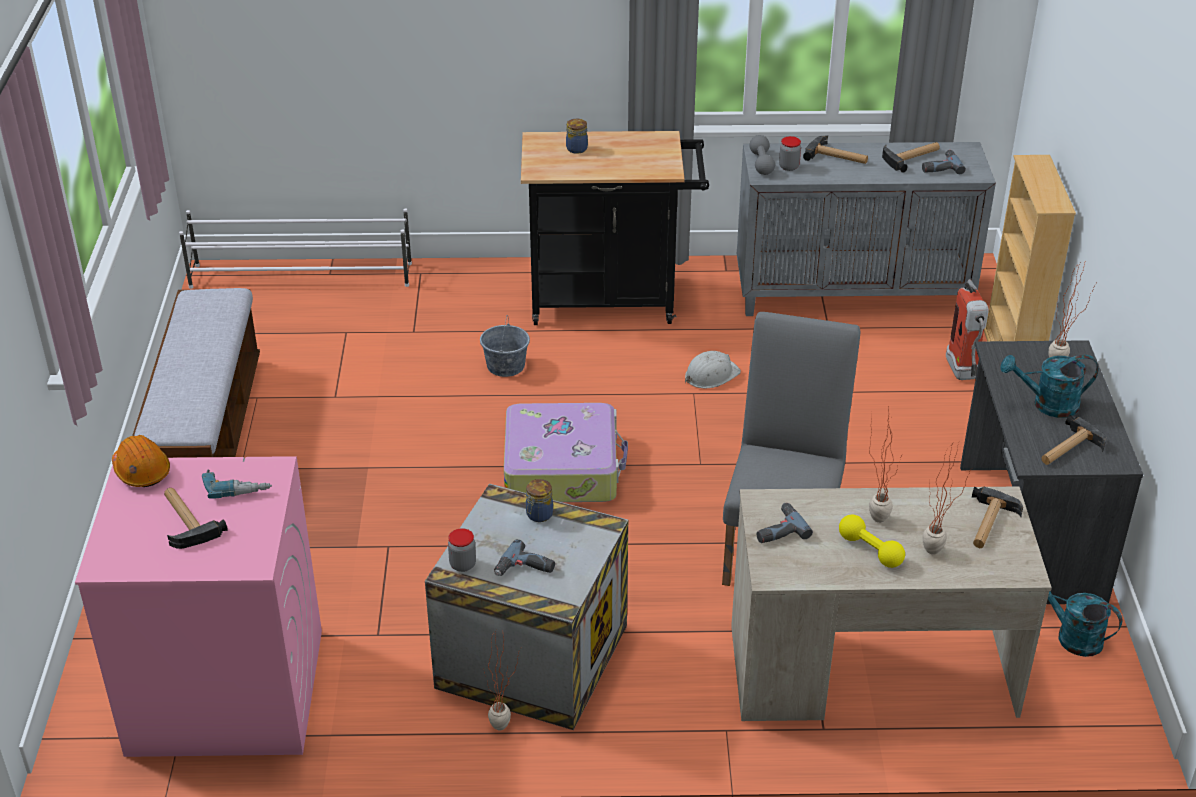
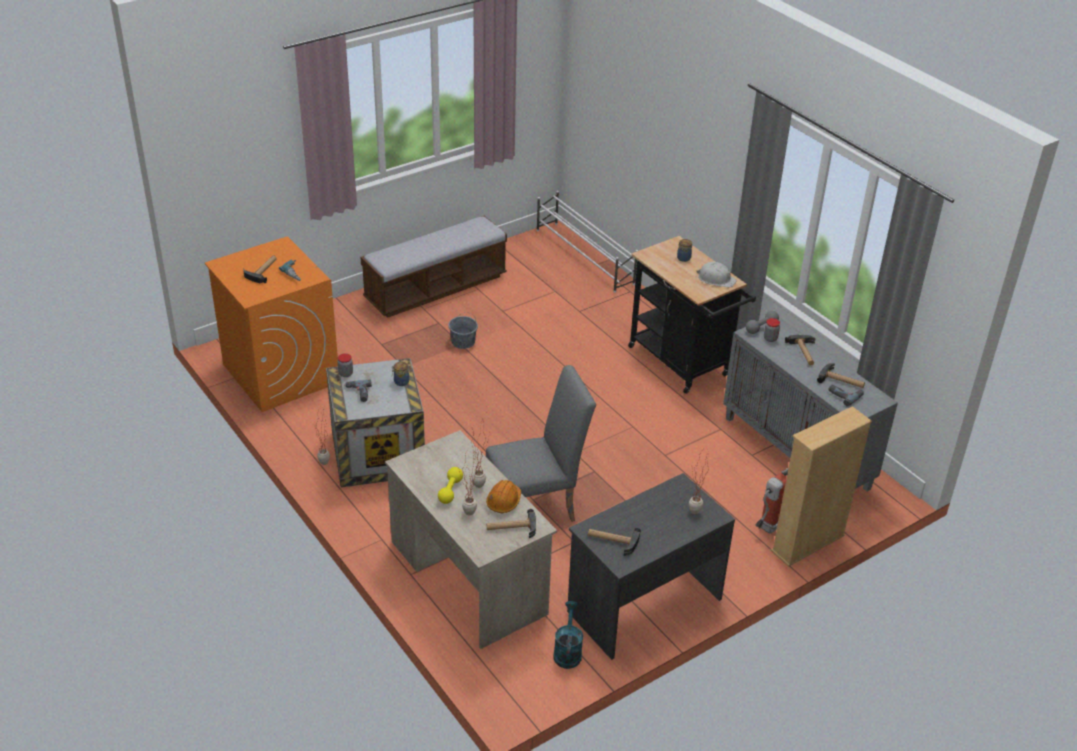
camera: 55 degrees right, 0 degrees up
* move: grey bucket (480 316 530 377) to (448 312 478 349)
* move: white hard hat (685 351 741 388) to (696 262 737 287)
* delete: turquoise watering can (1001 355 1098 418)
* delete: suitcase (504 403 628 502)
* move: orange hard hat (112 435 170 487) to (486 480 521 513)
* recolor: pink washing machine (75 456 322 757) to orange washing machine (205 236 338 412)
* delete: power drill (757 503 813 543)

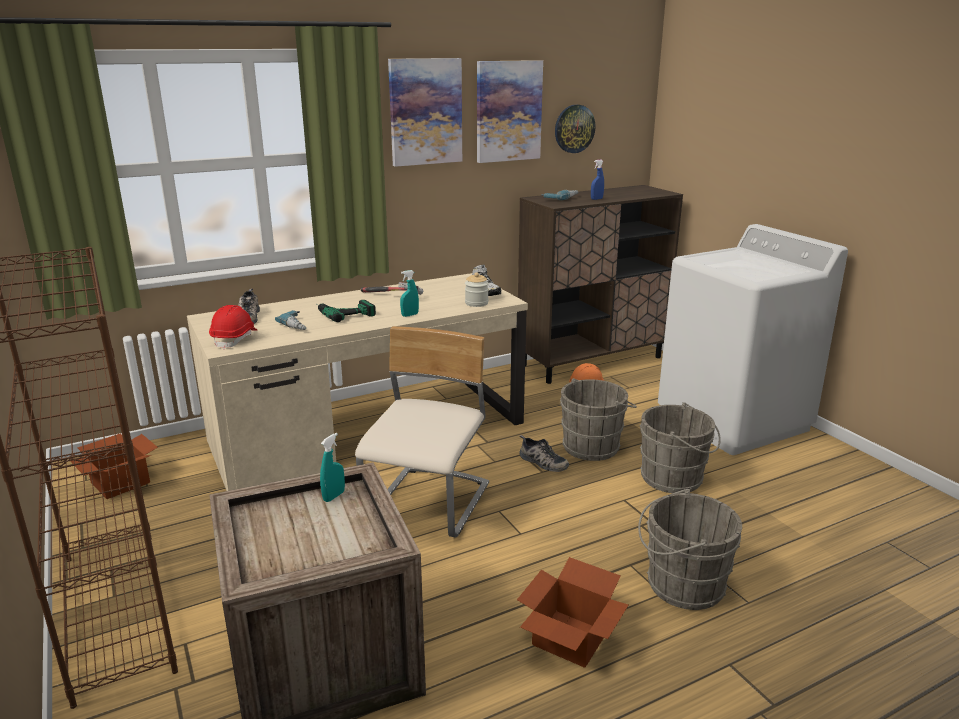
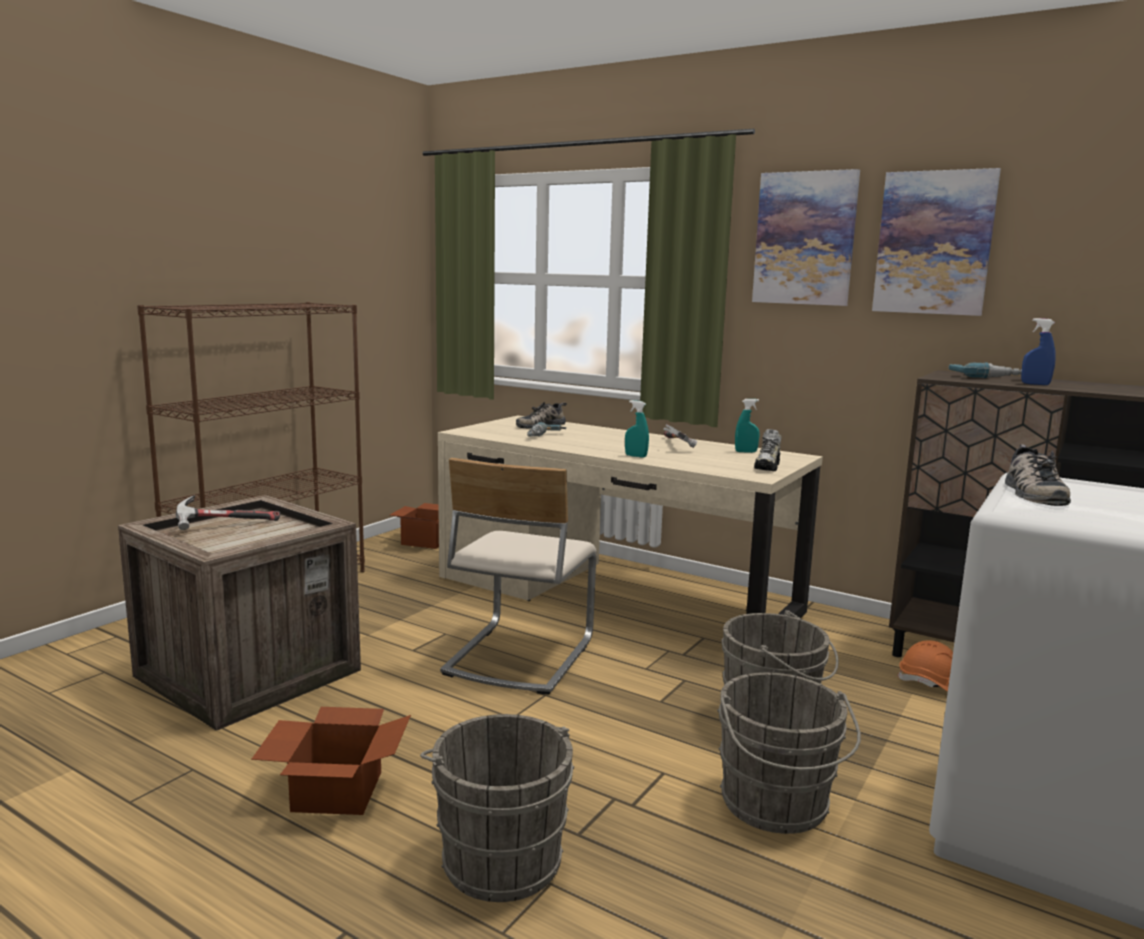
camera: 60 degrees right, 10 degrees down
* delete: wall clock (555 105 595 153)
* delete: jar (465 273 489 307)
* delete: power drill (317 300 376 322)
* delete: red hard hat (209 305 257 350)
* rotate: beige chair (355 326 489 538) = (440 458 597 695) 120 degrees clockwise
* move: turquoise spray bottle (320 433 345 502) to (735 399 760 453)
* move: shoe (519 435 569 472) to (1005 444 1071 506)
* insert: hammer (176 495 280 530)

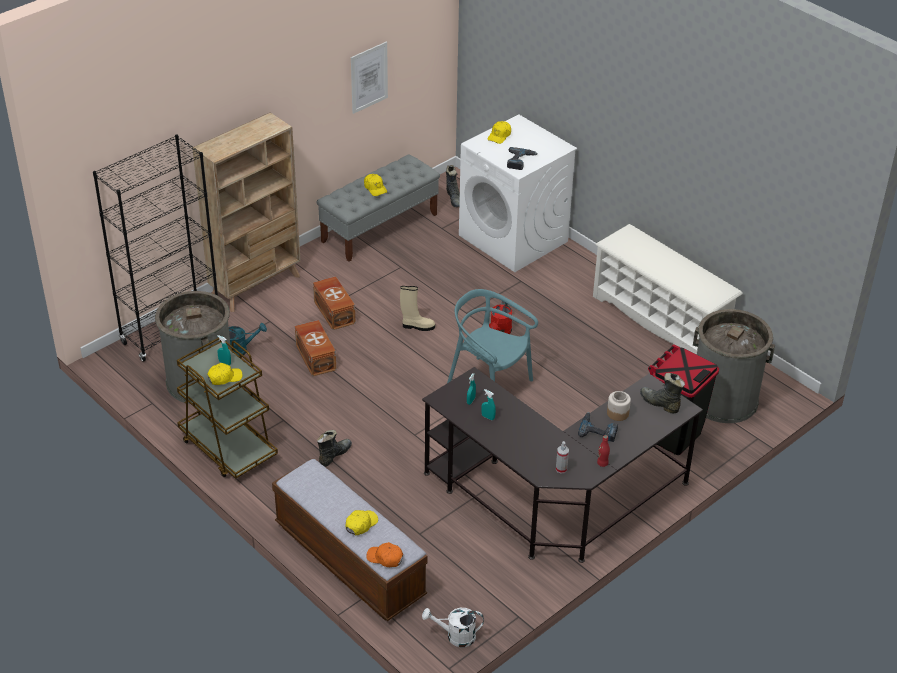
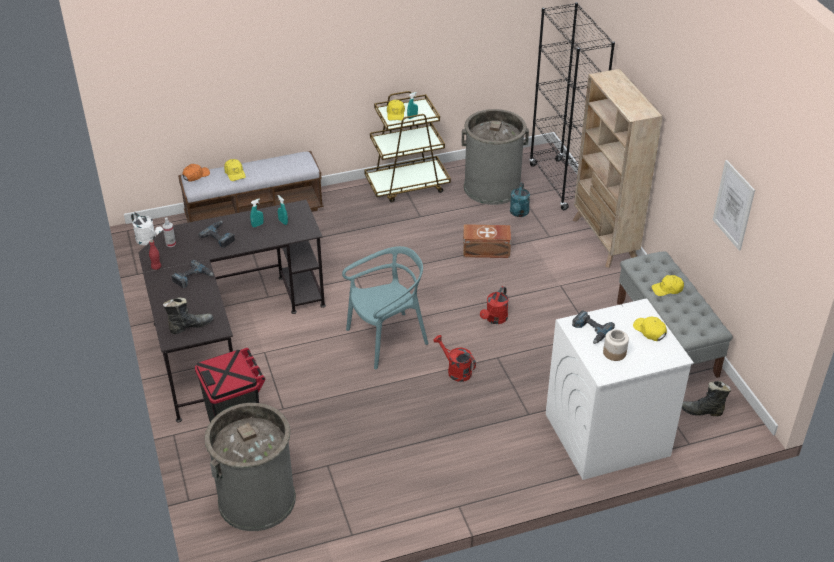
camera: 115 degrees right, 0 degrees up
* delete: white shoe rack (593 224 743 354)
* delete: brown storage box (313 276 356 330)
* replace: beige boot (400 286 435 331) to red watering can (480 286 509 324)
* move: jar (607 391 631 421) to (603 330 629 361)
* delete: black boot (317 430 352 467)
* rotate: white watering can (422 608 484 647) = (131 212 163 245) 105 degrees clockwise
* insert: power drill (199 221 235 248)

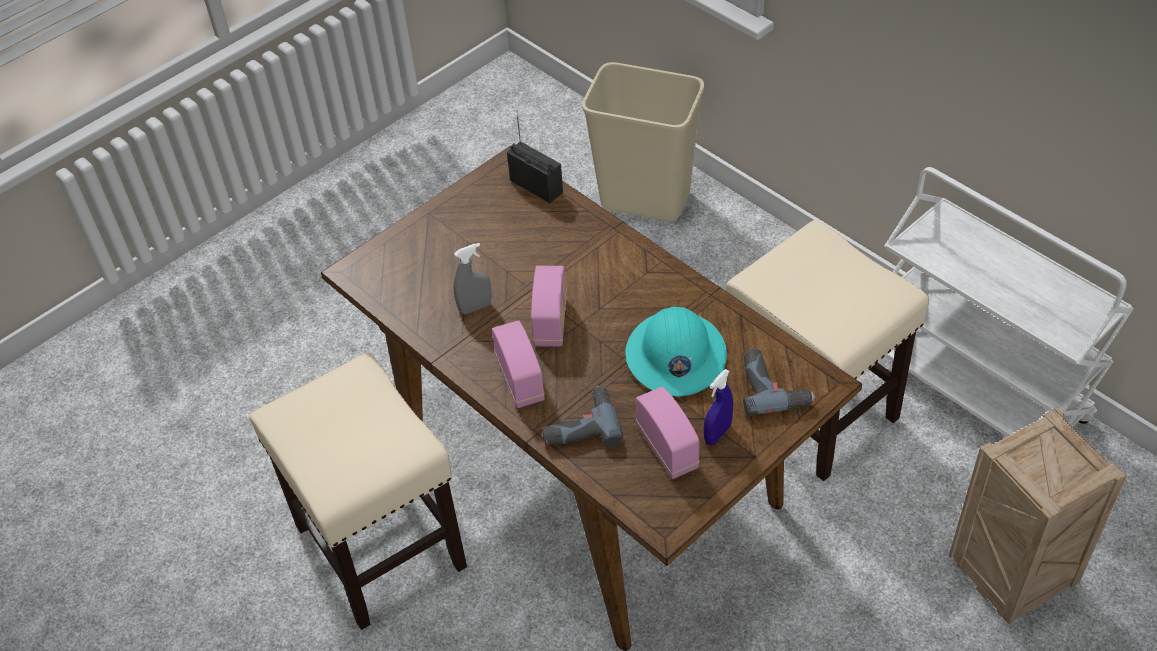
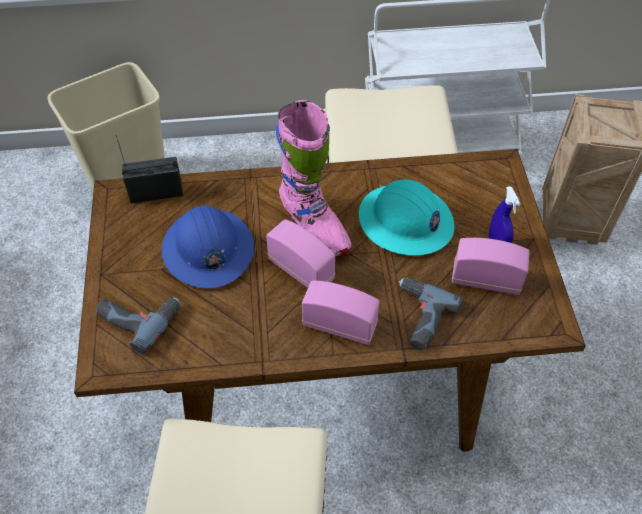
camera: 55 degrees left, 5 degrees up
* delete: grey spray bottle (453 243 492 314)
* move: power drill (743 349 815 416) to (96 298 180 354)
* insert: pink boot (276 100 351 257)
* insert: blue hard hat (161 205 254 288)

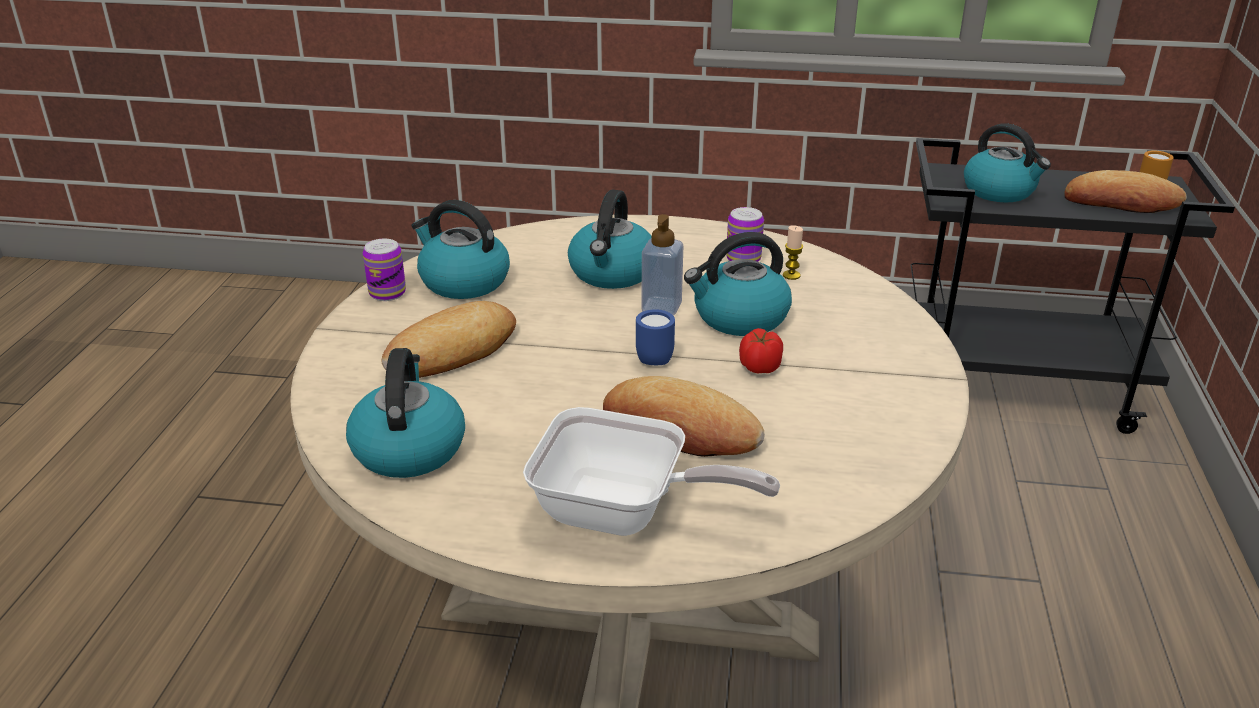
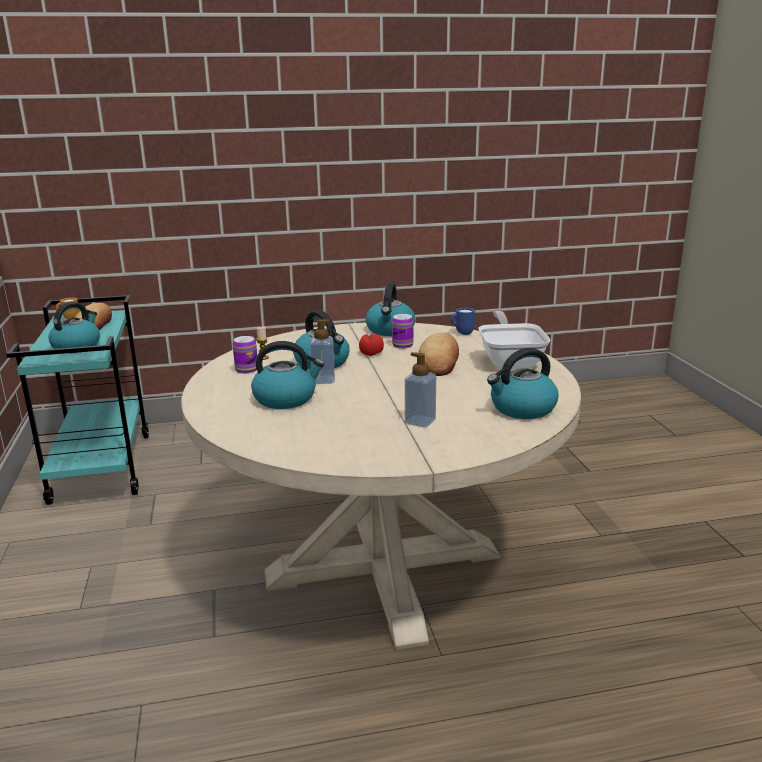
camera: 110 degrees left, 10 degrees down
* recolor: black cart (910 138 1235 434) to turquoise cart (6 295 149 505)
* move: kettle (411 200 510 299) to (365 283 415 336)
* move: can (363 239 406 301) to (392 314 413 349)
* replace: bread (382 301 516 378) to soap dispenser (405 352 436 428)
* move: blue mug (636 309 675 365) to (451 308 475 335)

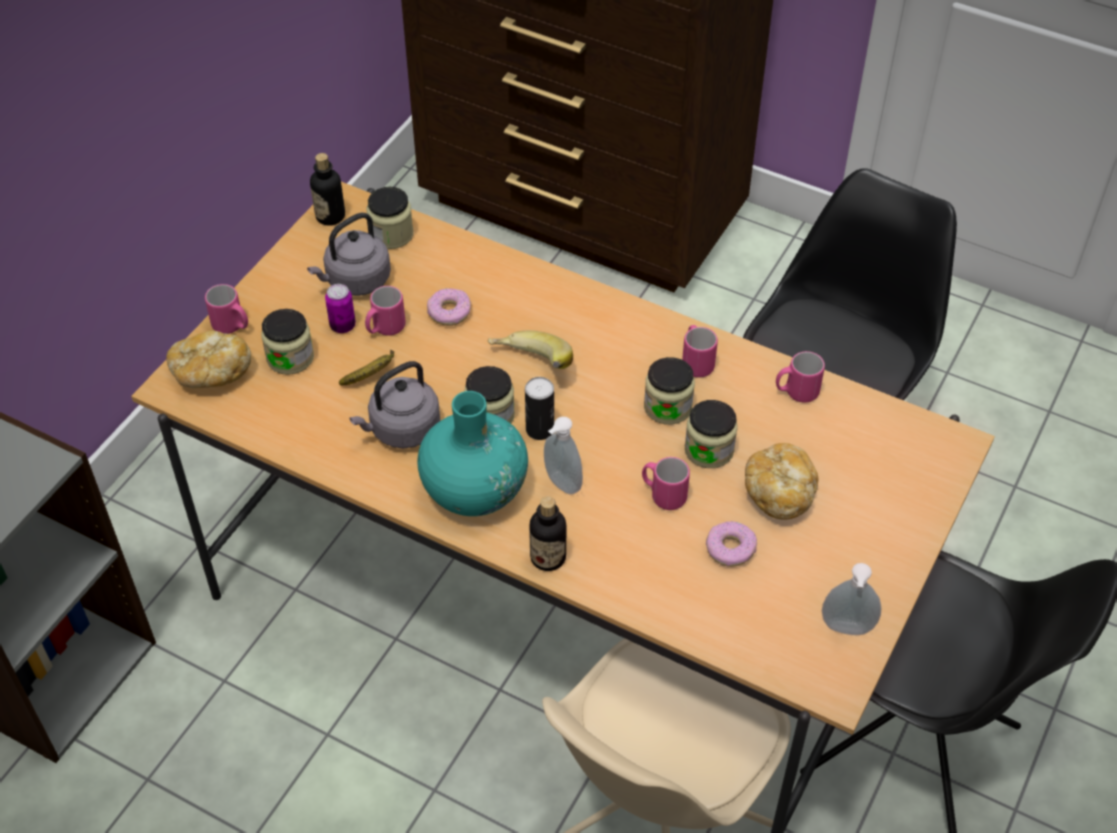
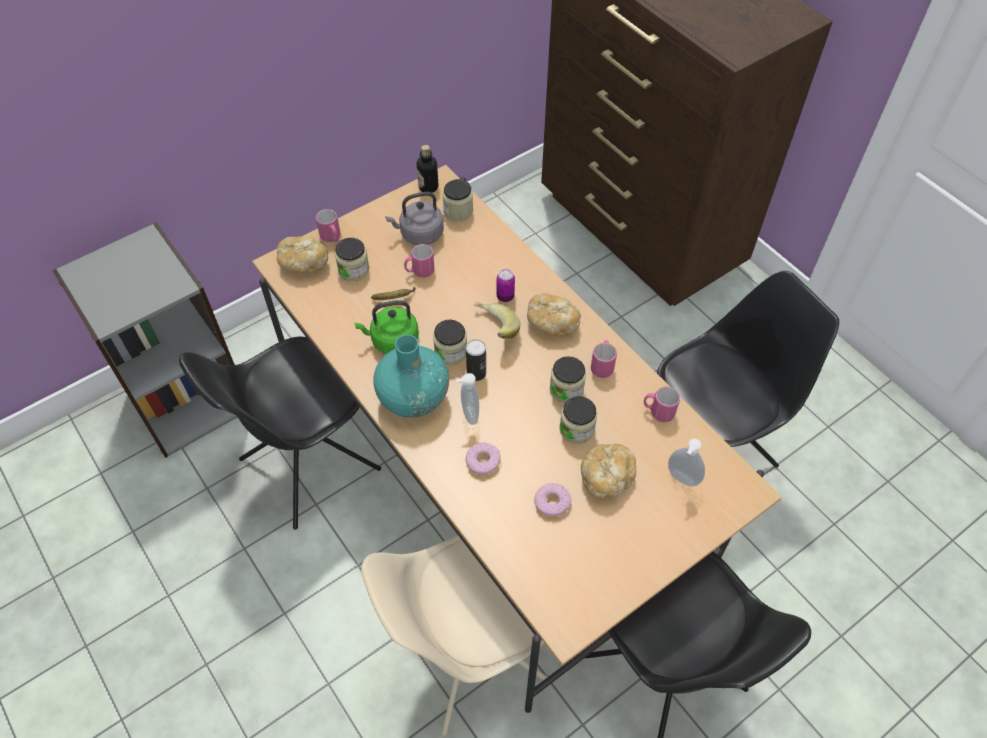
camera: 25 degrees right, 5 degrees up
* move: can (325 284 356 333) to (497 269 515 302)
* move: donut (427 288 471 326) to (466 442 501 475)
* recolor: grey kettle (349 361 440 448) to green kettle (354 300 419 354)
* delete: pink mug (642 457 690 510)
* delete: bottle (529 496 566 571)
* move: soap dispenser (822 563 881 635) to (668 439 705 487)
* insert: bread (527 293 581 336)
* insert: black chair (179 337 381 530)

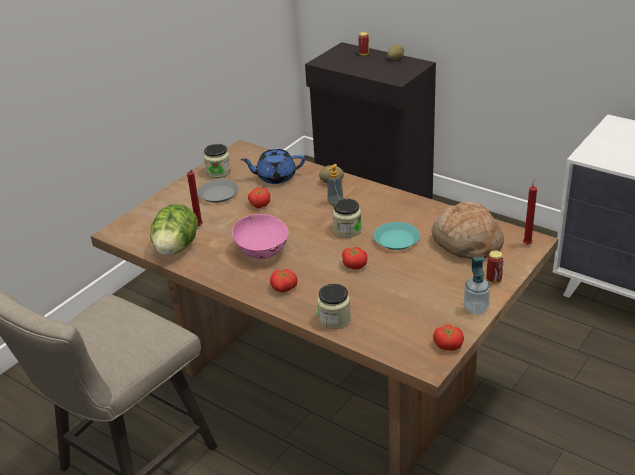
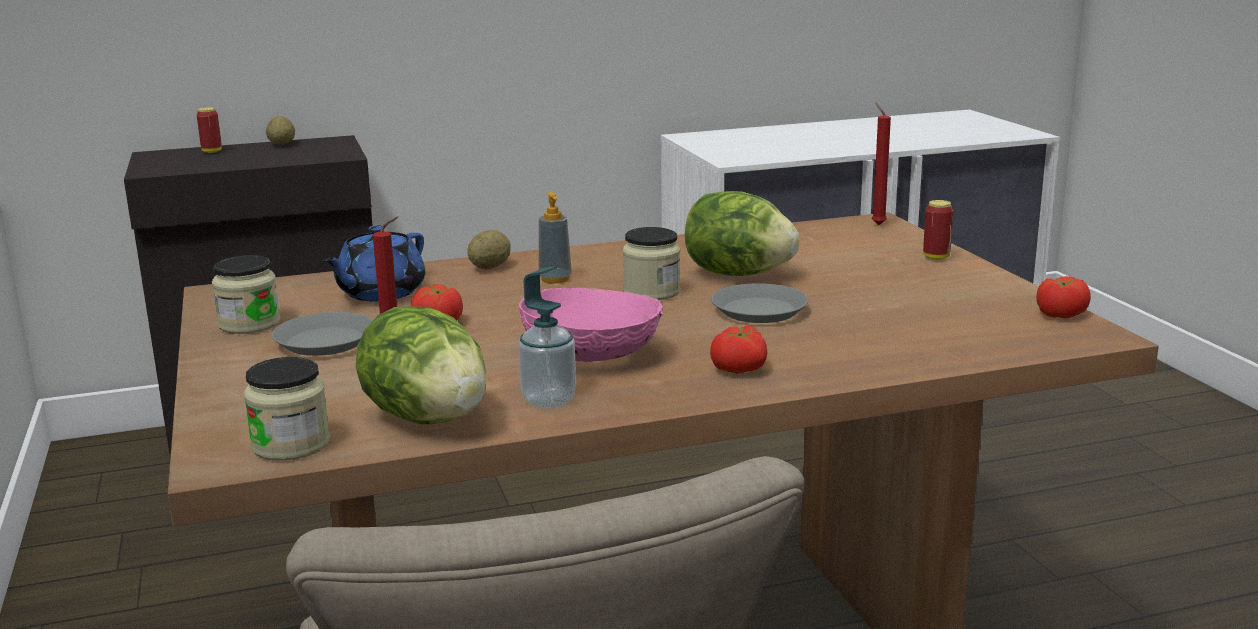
camera: 55 degrees left, 15 degrees down
* delete: bread (432 202 504 260)
* replace: turquoise plate (374 222 420 250) to lettuce (685 191 800 276)
* replace: tomato (342 247 368 270) to grey plate (711 283 808 323)
* move: soap dispenser (464 257 490 315) to (518 266 576 409)
* move: jar (317 284 351 329) to (244 357 330 461)

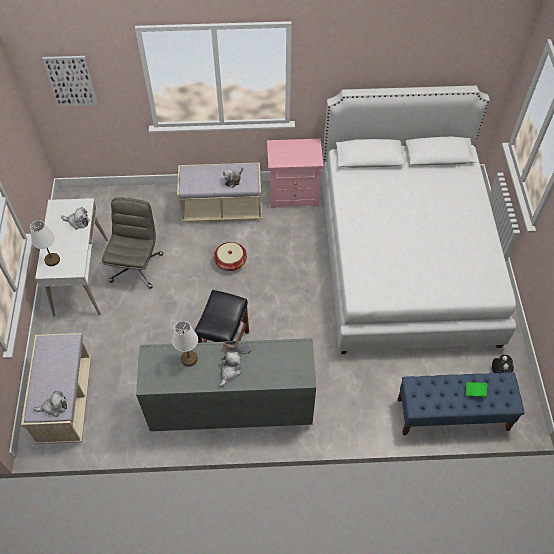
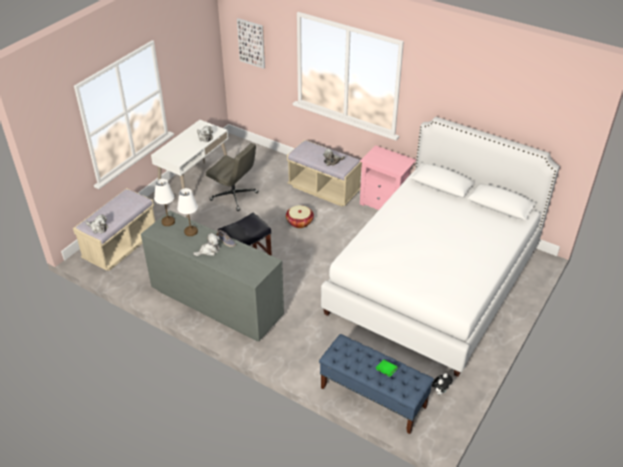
camera: 35 degrees right, 15 degrees down
* rotate: grey office chair (102 197 163 289) = (206 143 258 211) 75 degrees clockwise
* move: white table lamp (30 220 60 266) to (154 179 175 226)

